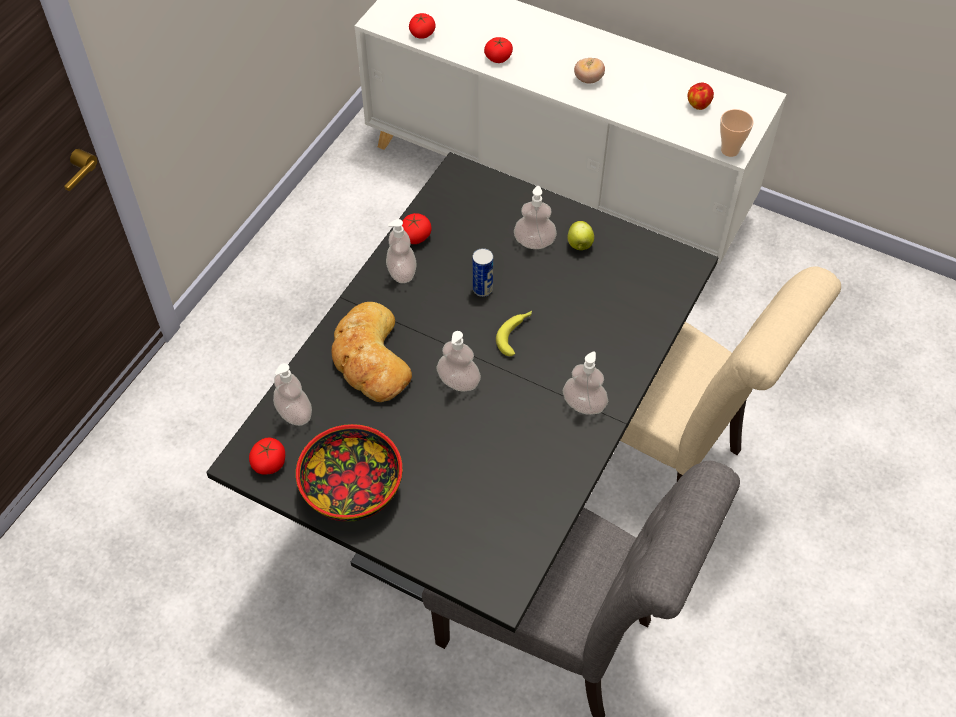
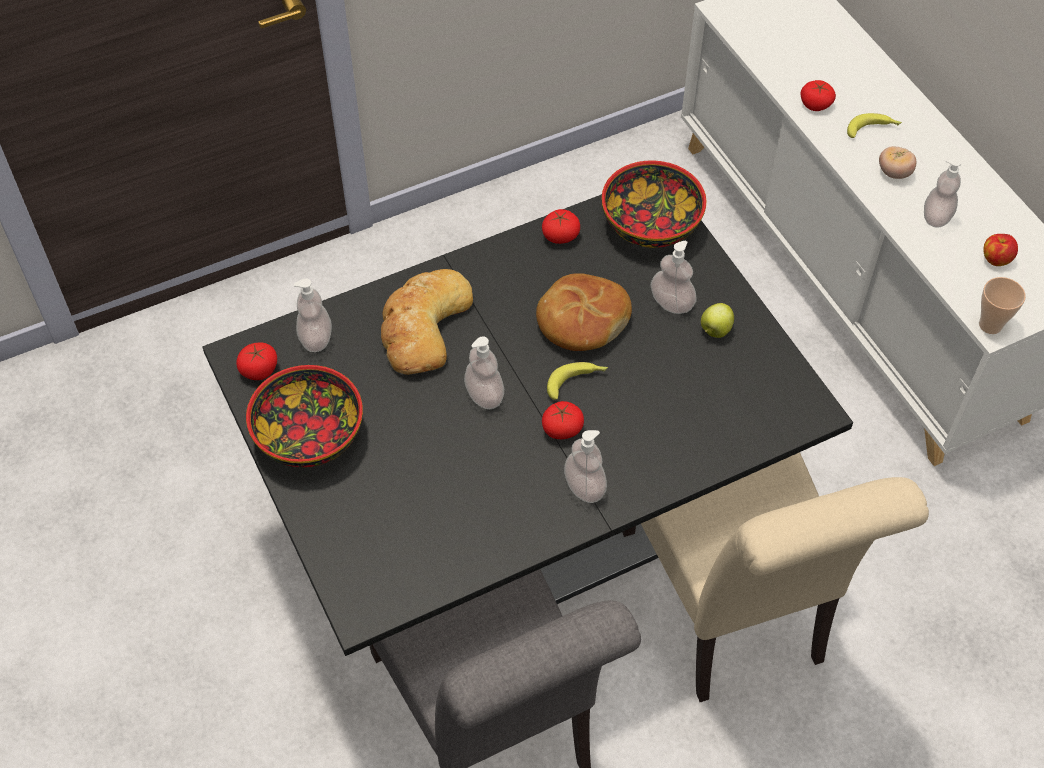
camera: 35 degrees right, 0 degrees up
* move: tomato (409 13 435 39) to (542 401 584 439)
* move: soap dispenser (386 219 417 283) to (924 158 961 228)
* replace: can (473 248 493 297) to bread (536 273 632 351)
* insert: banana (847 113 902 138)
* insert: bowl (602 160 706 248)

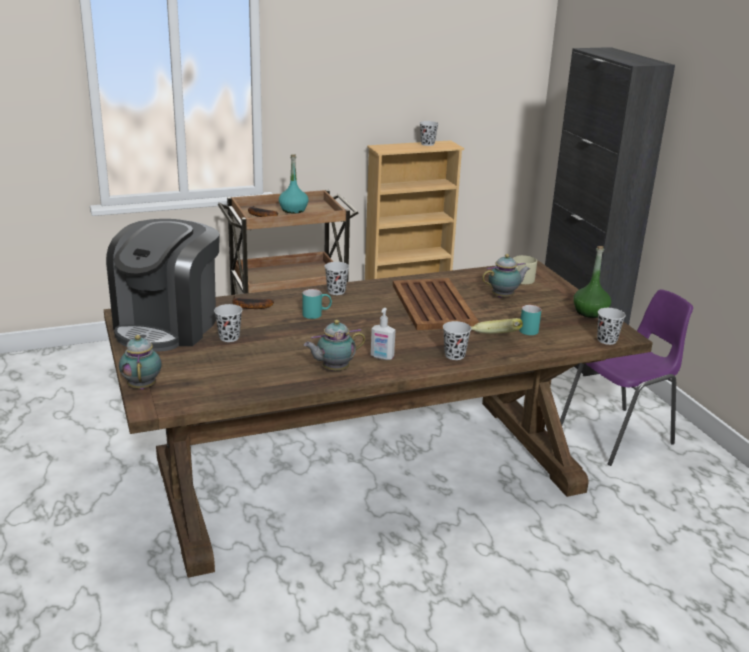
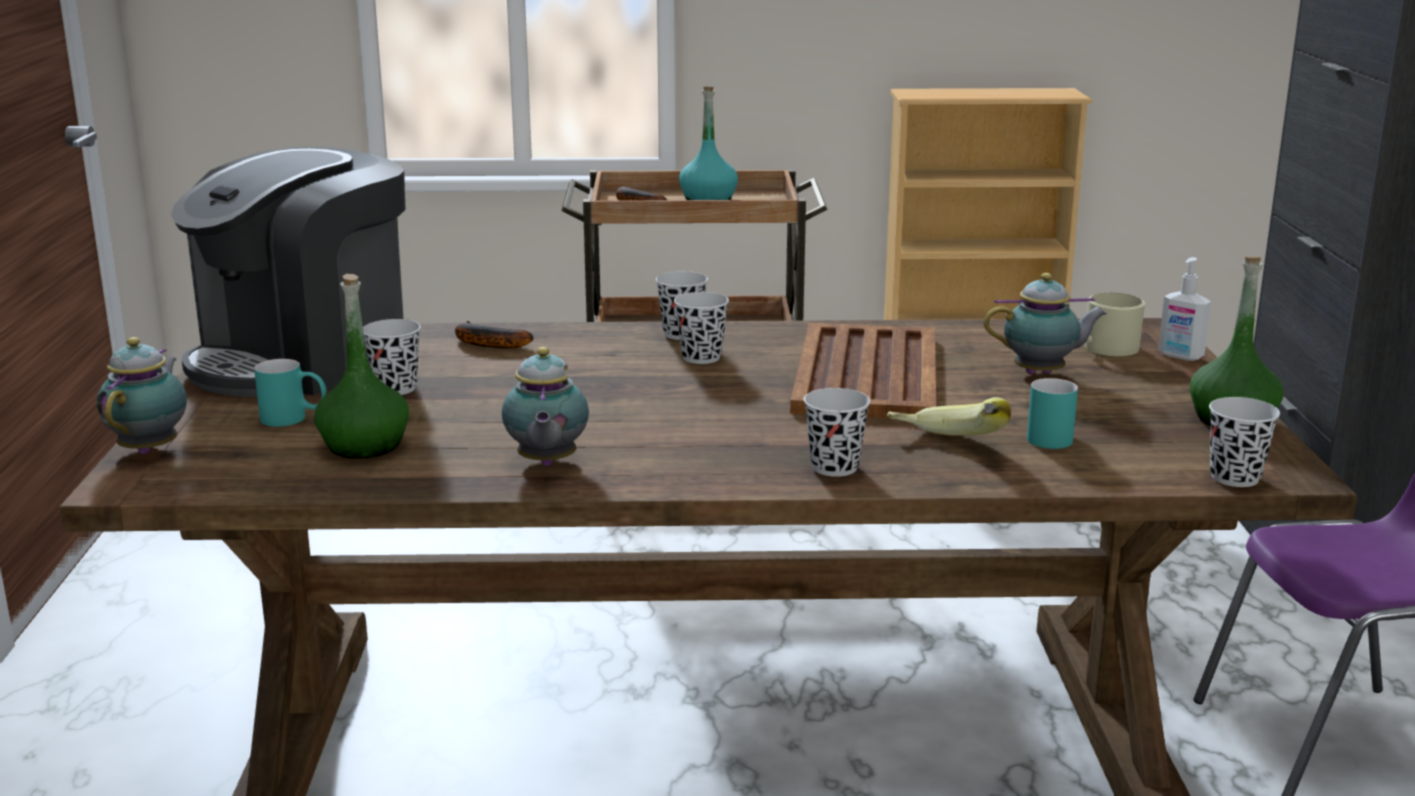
camera: 20 degrees right, 5 degrees down
* move: black cup (420 121 438 146) to (674 292 729 364)
* move: turquoise mug (303 289 332 319) to (254 359 327 427)
* move: soap dispenser (371 308 396 360) to (1158 257 1211 361)
* rotate: teapot (304 320 366 371) = (502 347 589 466) 90 degrees counterclockwise
* insert: green bottle (314 274 409 459)

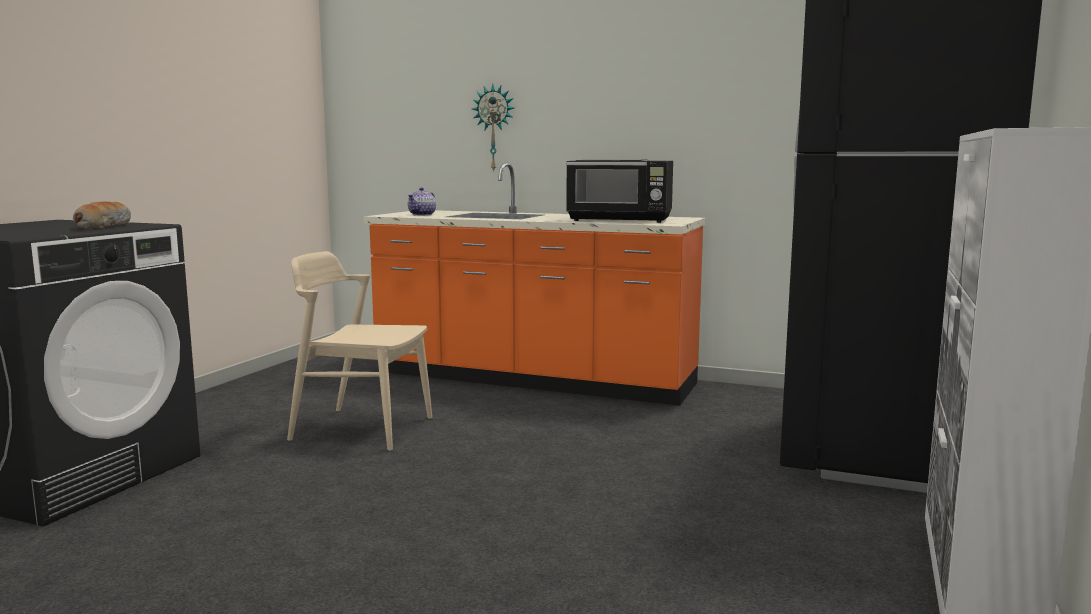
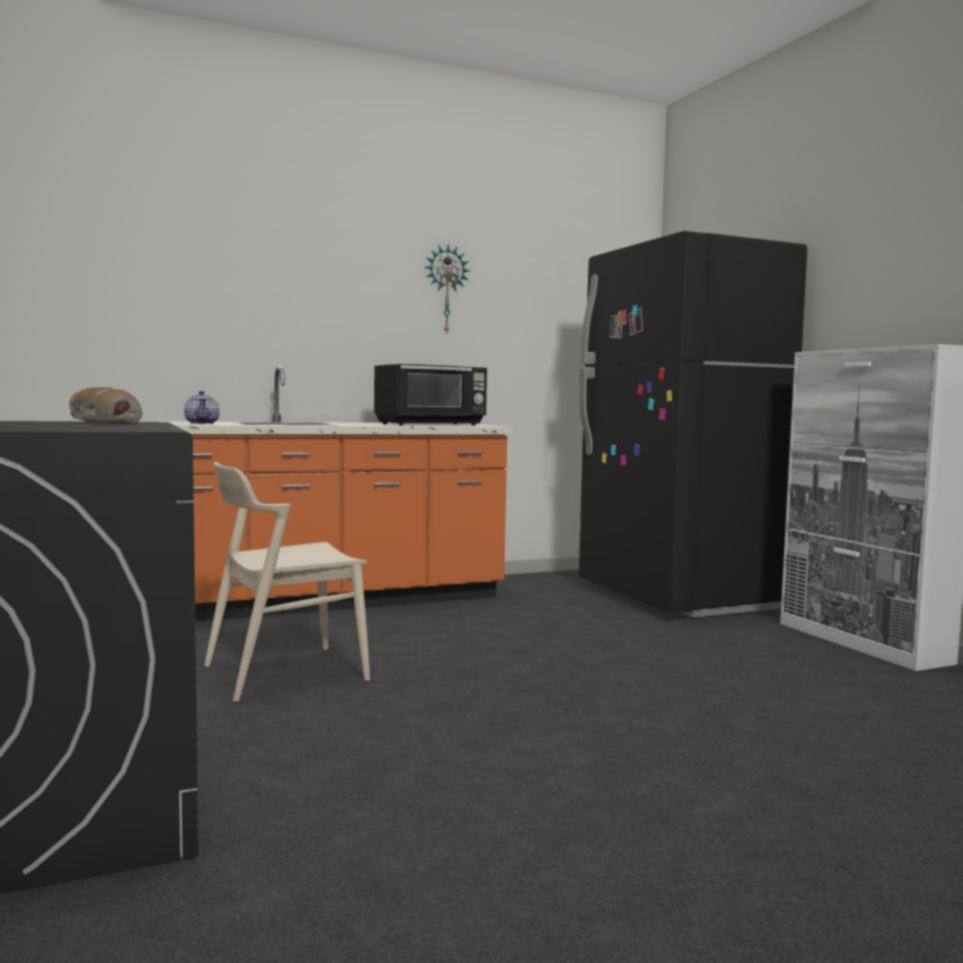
camera: 45 degrees left, 5 degrees down
* move: wall clock (472 84 514 172) to (425 244 470 335)

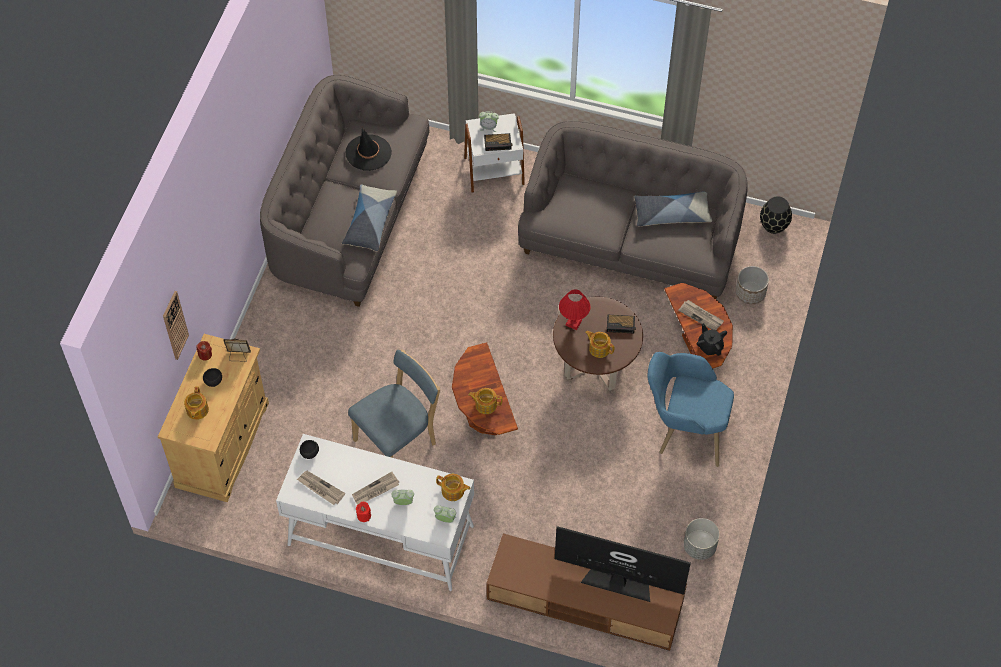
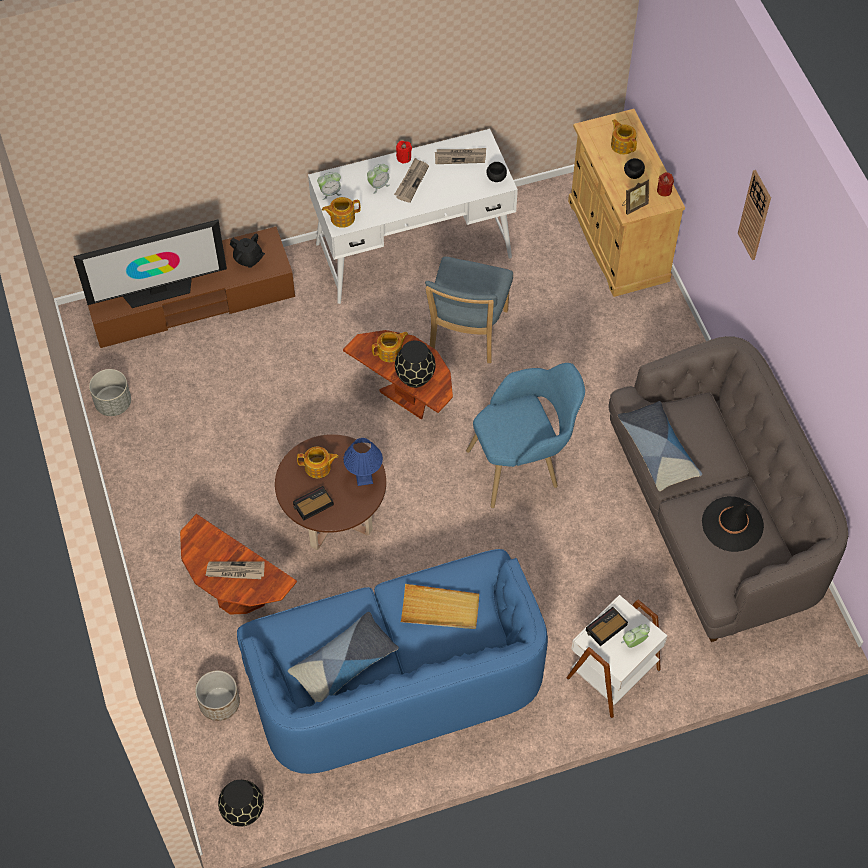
camera: 145 degrees right, 0 degrees up
* recolor: grey sofa (518 121 748 299) to blue sofa (237 549 548 774)
* recolor: red table lamp (559 289 590 330) to blue table lamp (343 438 383 486)
* move: wall clock (163 291 189 360) to (738 170 771 260)
* move: black teapot (697 323 727 356) to (230 234 265 268)
* move: blue armchair (648 352 734 467) to (466 363 585 508)
* insert: black vase (395 341 436 388)
* insert: beige tray (400 584 479 629)

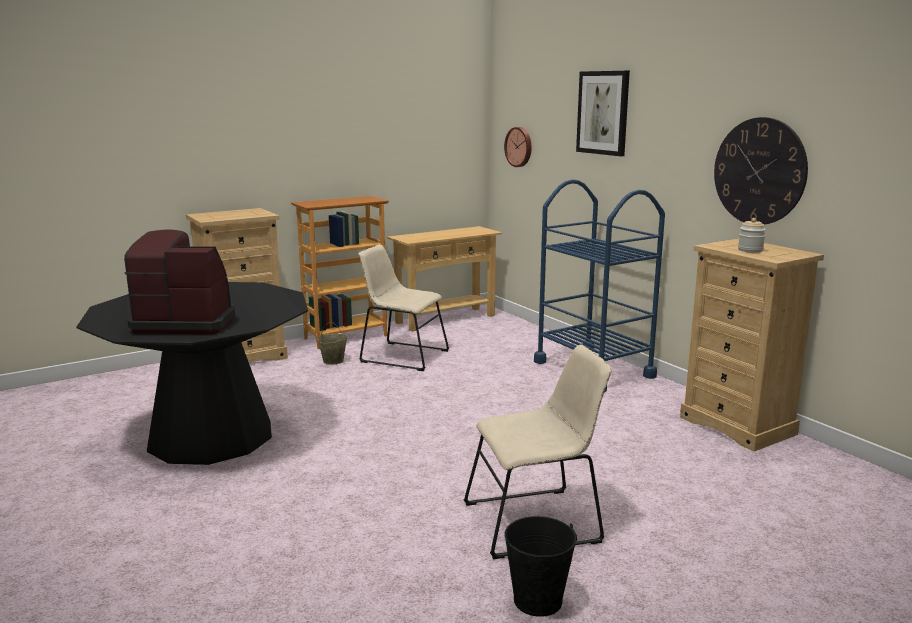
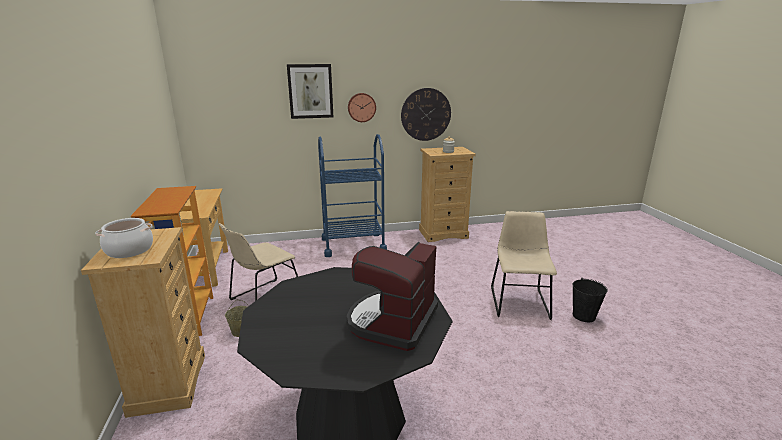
camera: 70 degrees left, 5 degrees up
* move: wall clock (504 127 532 167) to (348 93 376 122)
* insert: cooking pot (95 218 153 258)

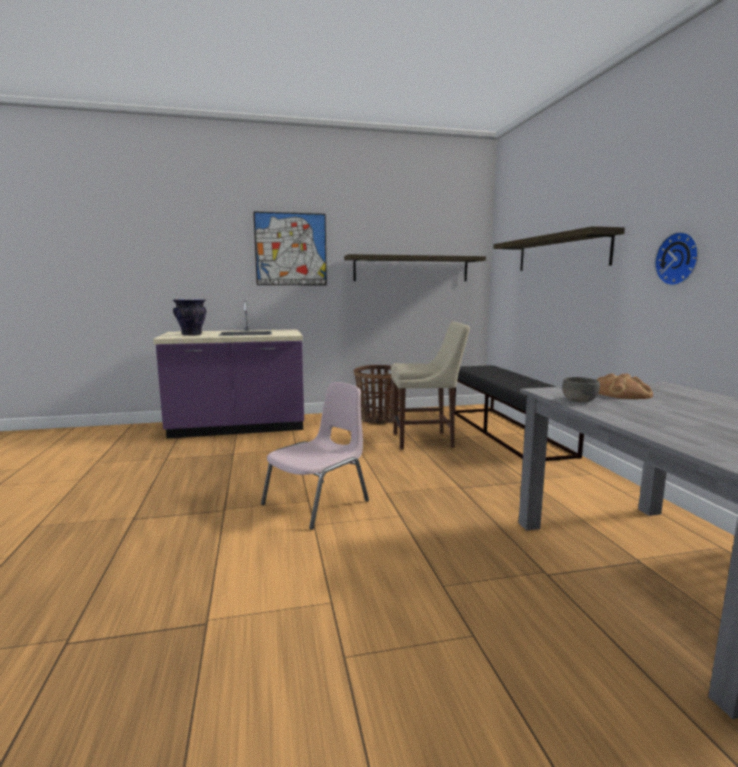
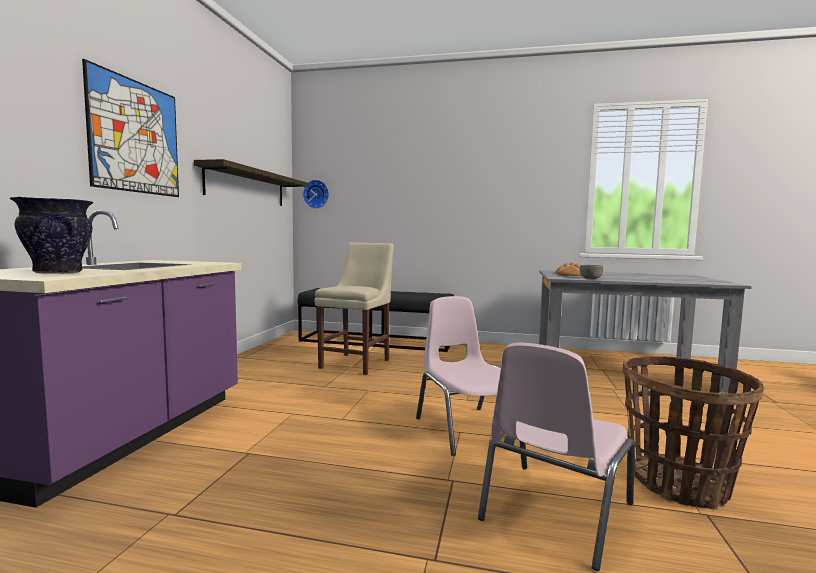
camera: 65 degrees left, 5 degrees down
* delete: shelf (493 226 625 271)
* move: wall clock (654 232 699 286) to (302 180 329 209)
* move: basket (354 365 400 424) to (623 356 764 509)
* insert: pink chair (478 343 635 571)

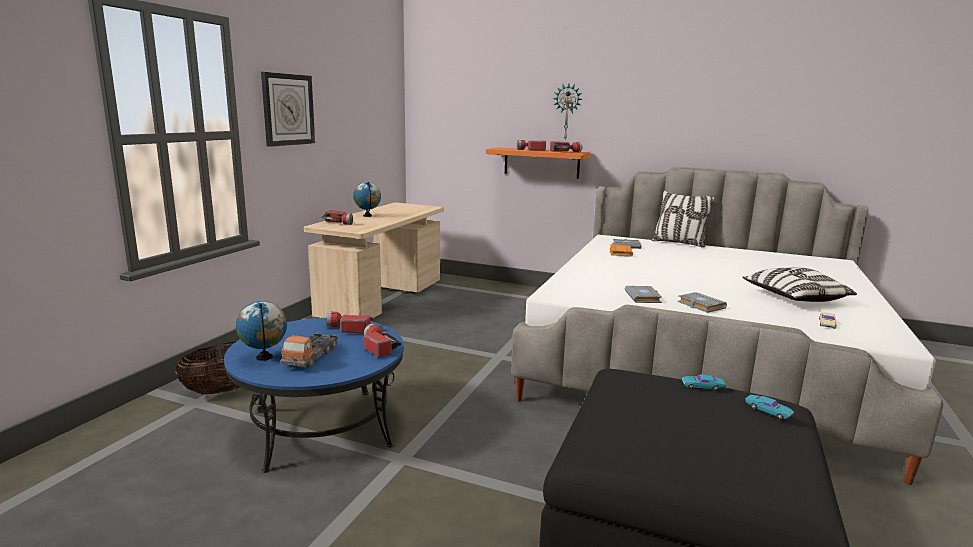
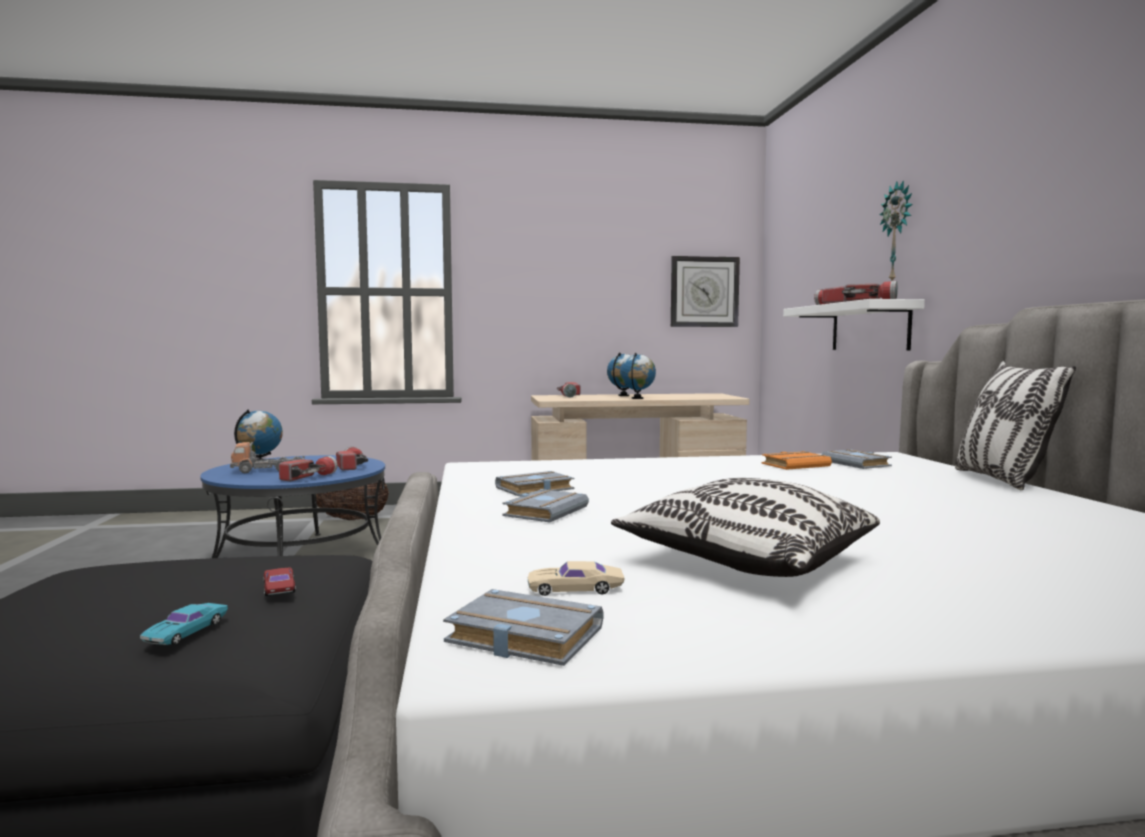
camera: 60 degrees right, 10 degrees down
* move: wall clock (261 72 315 147) to (671 256 740 327)
* recolor: orange shelf (486 147 590 179) to white shelf (783 299 925 350)
* recolor: turquoise toy car (682 374 726 391) to red toy car (264 567 296 596)
* insert: globe (620 353 656 399)
* insert: grey book (443 589 604 666)

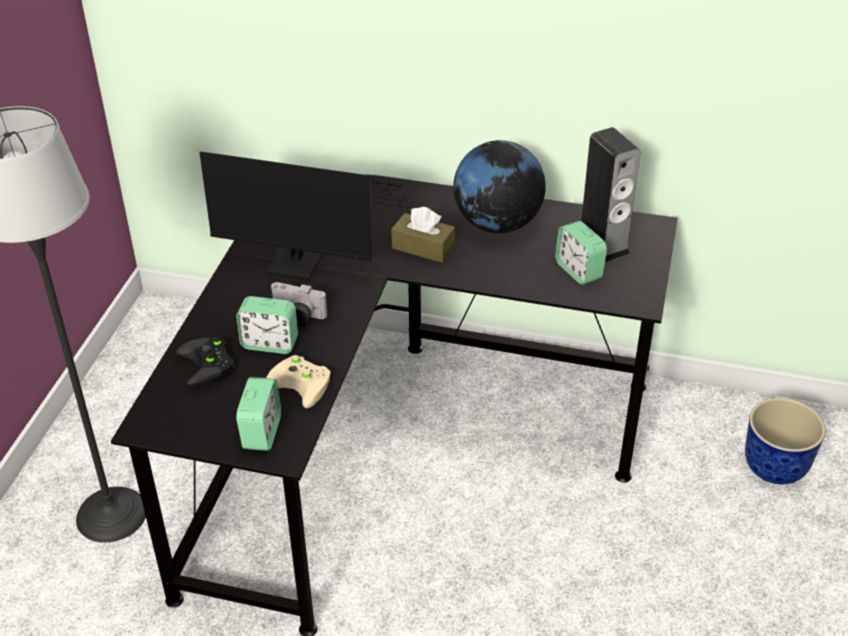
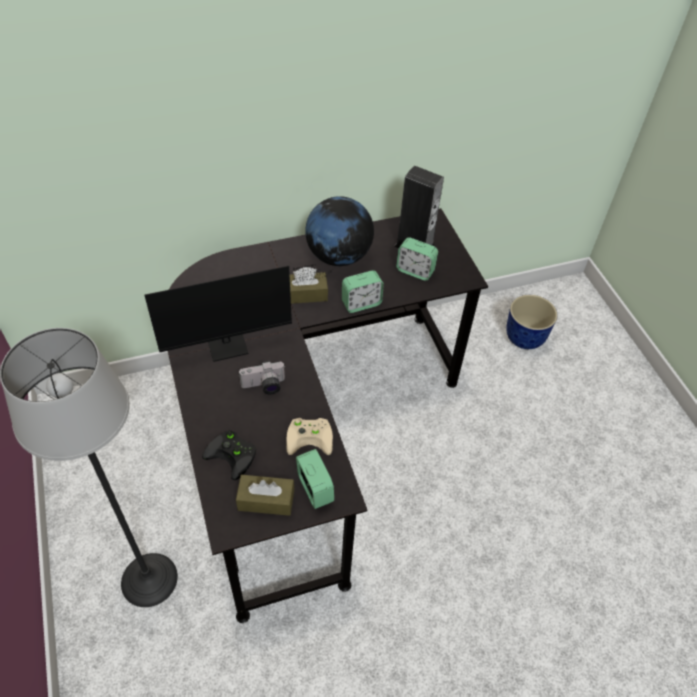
camera: 35 degrees left, 10 degrees up
* move: alarm clock (236 296 298 354) to (342 270 384 313)
* insert: brown tissue box (236 475 294 516)

